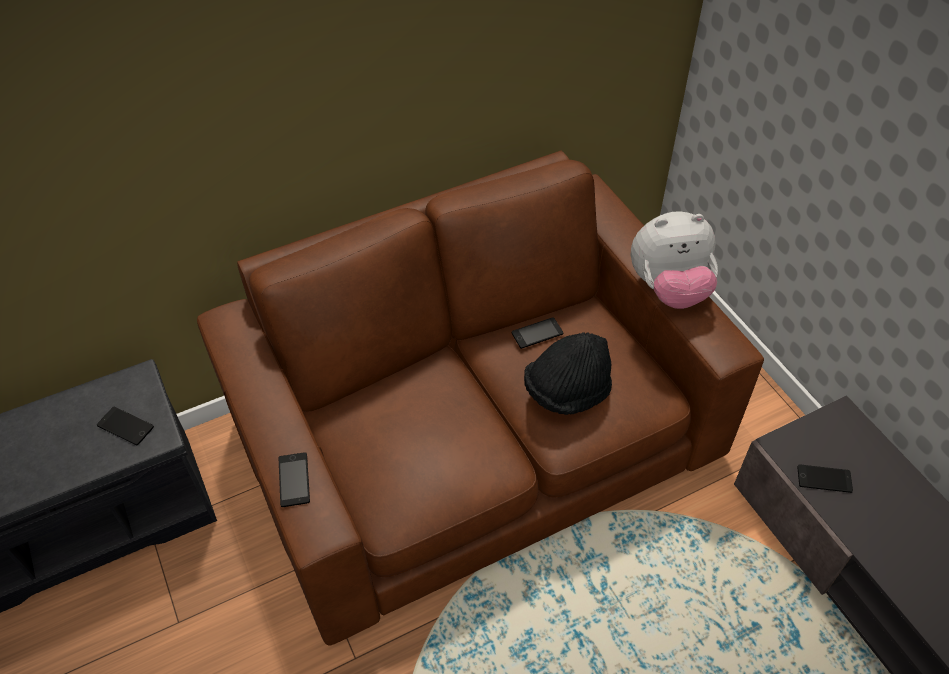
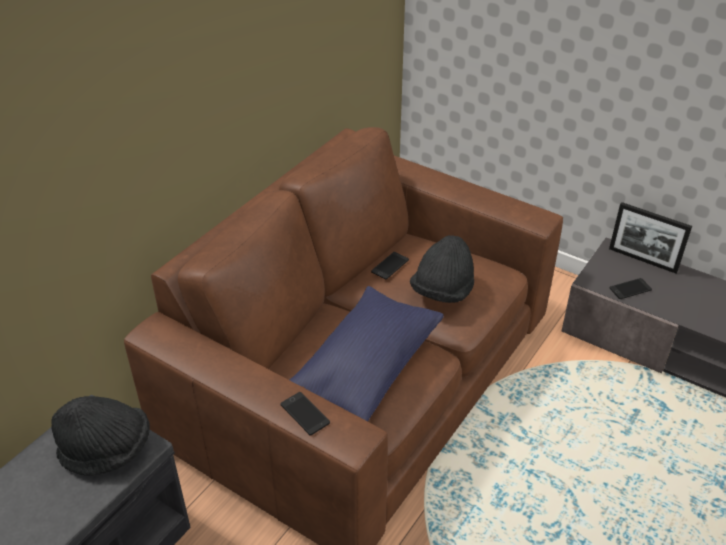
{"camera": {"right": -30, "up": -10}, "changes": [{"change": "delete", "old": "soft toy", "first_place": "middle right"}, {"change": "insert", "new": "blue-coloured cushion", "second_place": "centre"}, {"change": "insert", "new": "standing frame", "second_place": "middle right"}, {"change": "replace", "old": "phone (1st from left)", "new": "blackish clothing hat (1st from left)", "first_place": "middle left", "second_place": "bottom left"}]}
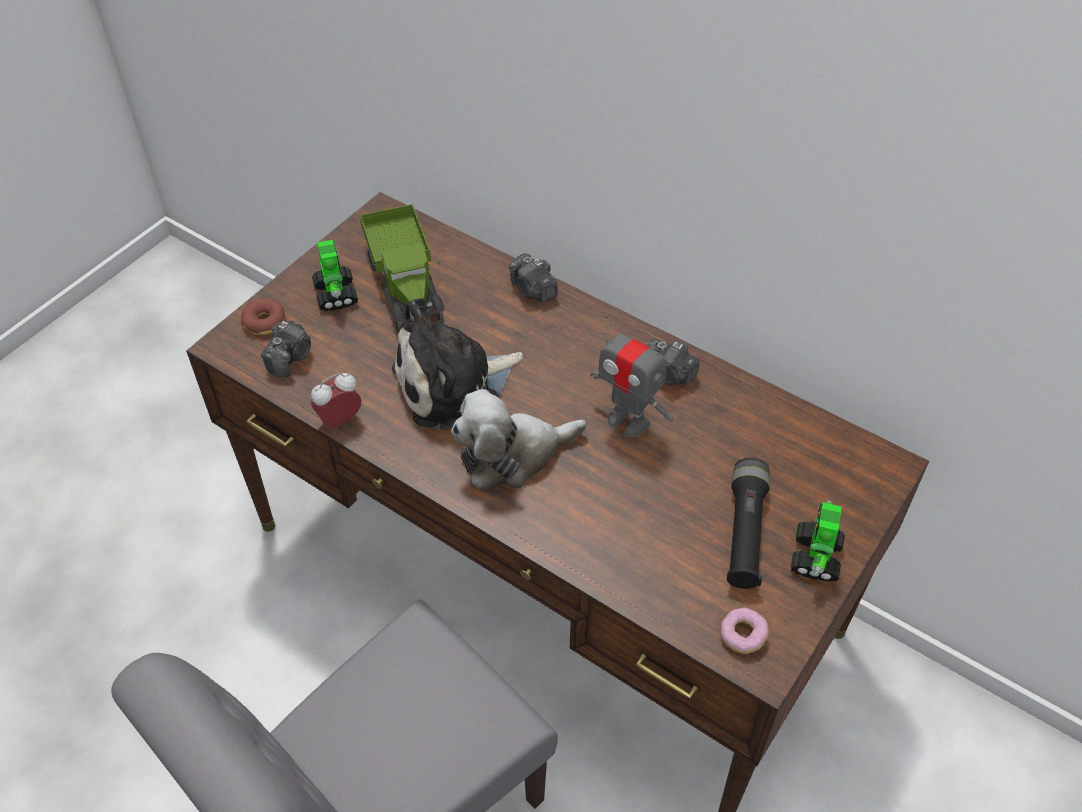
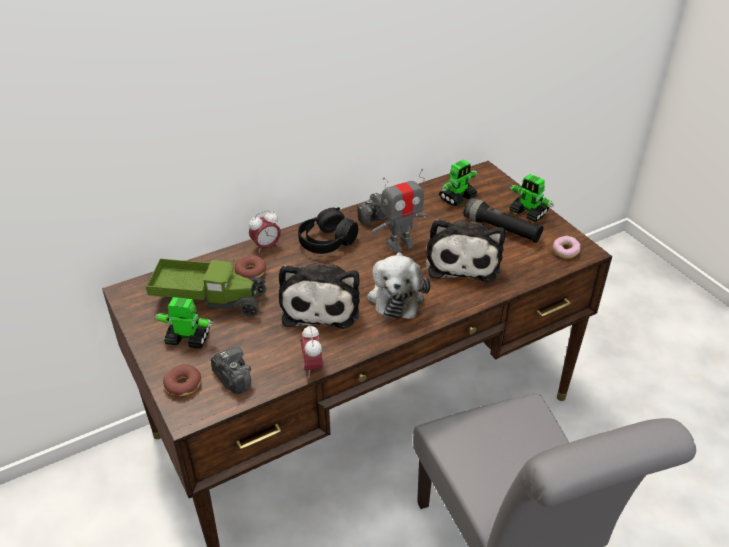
{"camera": {"right": -65, "up": -10}, "changes": [{"change": "insert", "new": "doughnut (2nd from left)", "second_place": "centre"}, {"change": "insert", "new": "blackish headset", "second_place": "centre"}, {"change": "insert", "new": "soft toy (3rd from left)", "second_place": "centre"}, {"change": "insert", "new": "robot figure (3rd from left)", "second_place": "centre"}, {"change": "replace", "old": "still camera (2nd from left)", "new": "bedside clock (1st from left)", "first_place": "centre", "second_place": "centre"}]}
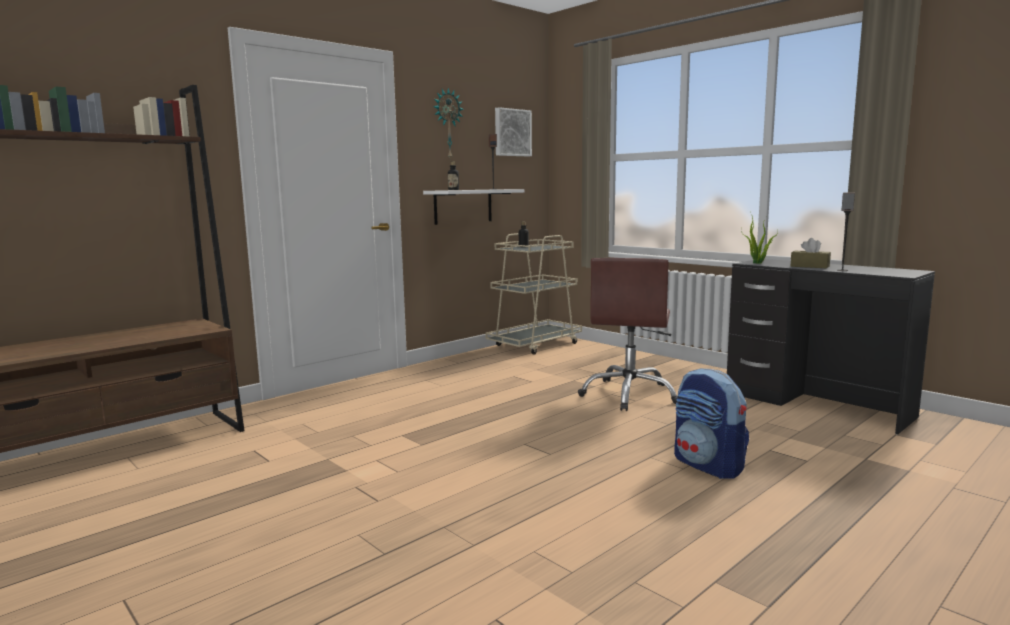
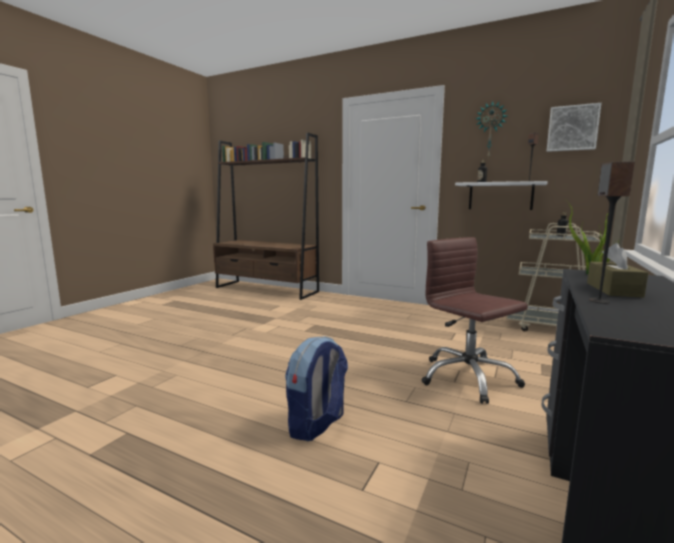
{"camera": {"right": 70, "up": 0}, "changes": [{"change": "rotate", "old": "brownish desk chair", "first_place": "centre", "second_place": "middle right", "degrees": 60}]}
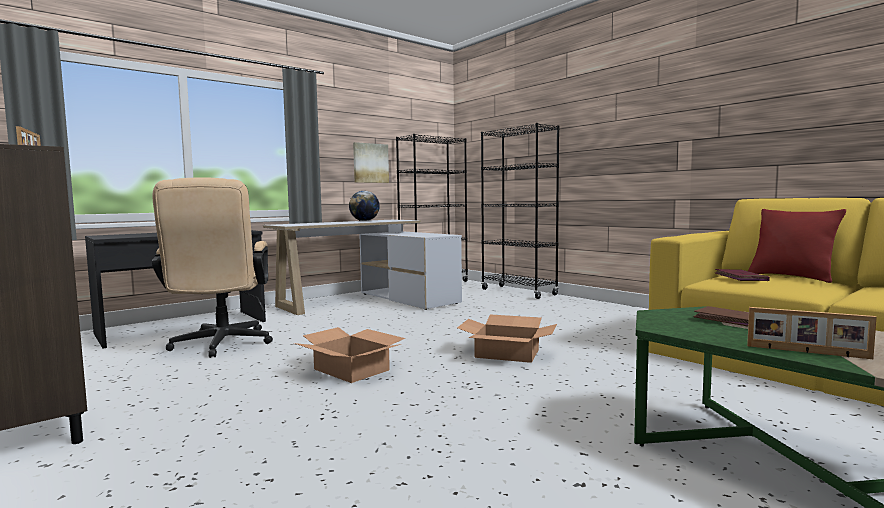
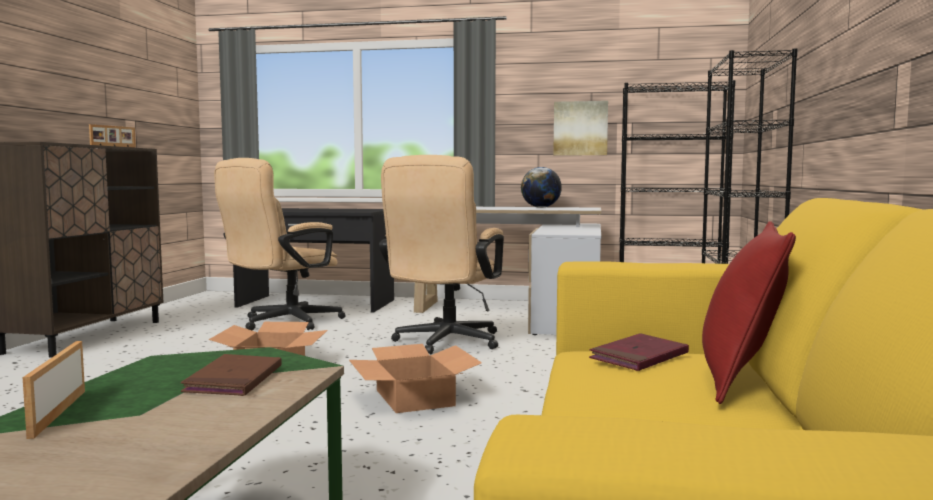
{"camera": {"right": 50, "up": 0}, "changes": [{"change": "insert", "new": "sand-coloured desk chair (2nd from left)", "second_place": "centre"}]}
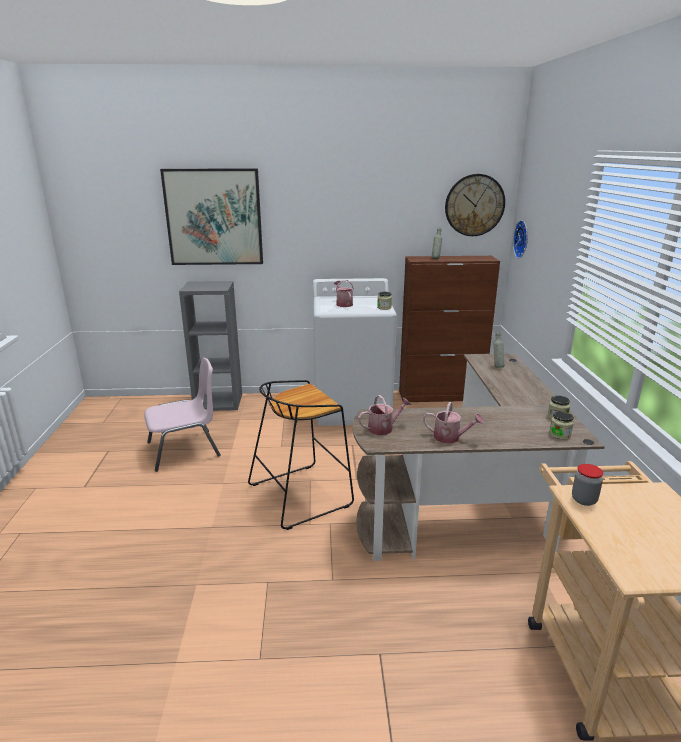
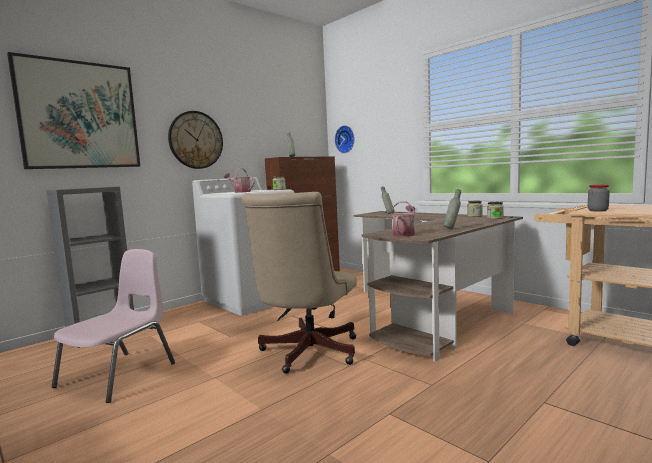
{"camera": {"right": -40, "up": -15}, "changes": [{"change": "move", "old": "hanging clock (1st from left)", "first_place": "top right", "second_place": "top left"}, {"change": "replace", "old": "blackish stool", "new": "sand-coloured desk chair", "first_place": "centre", "second_place": "centre"}, {"change": "replace", "old": "watering pot (3rd from left)", "new": "grey drink bottle (3rd from left)", "first_place": "centre", "second_place": "middle right"}]}
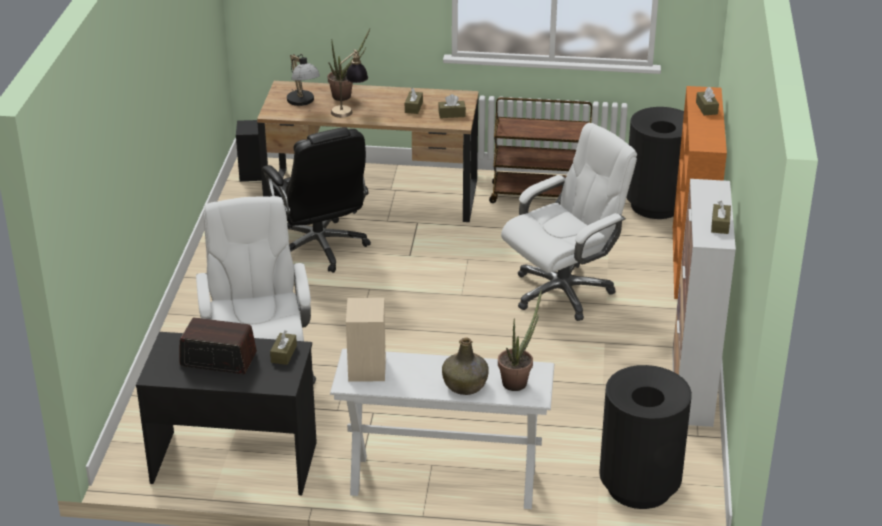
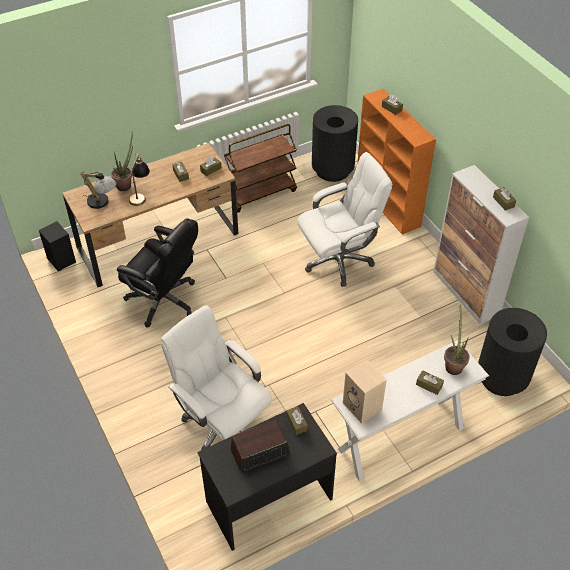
{"camera": {"right": -35, "up": 15}, "changes": [{"change": "replace", "old": "greenish drink bottle", "new": "brownish tissue box (5th from left)", "first_place": "bottom centre", "second_place": "bottom right"}, {"change": "rotate", "old": "whitish desk chair (2nd from left)", "first_place": "centre", "second_place": "centre", "degrees": 45}]}
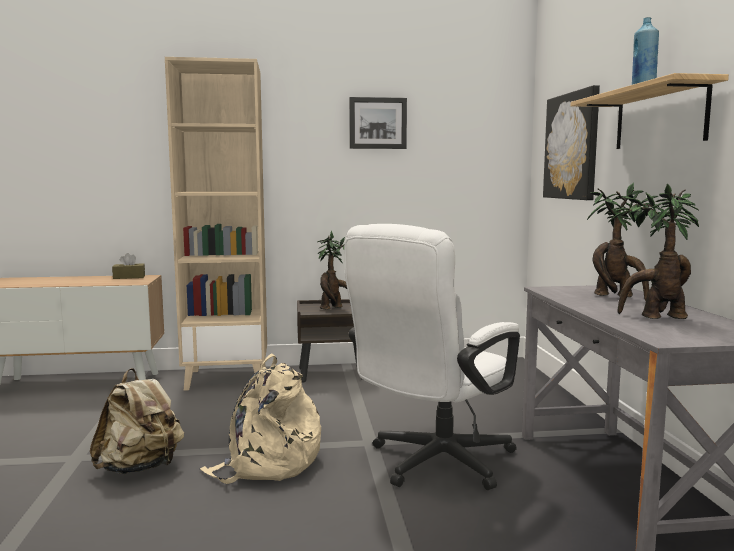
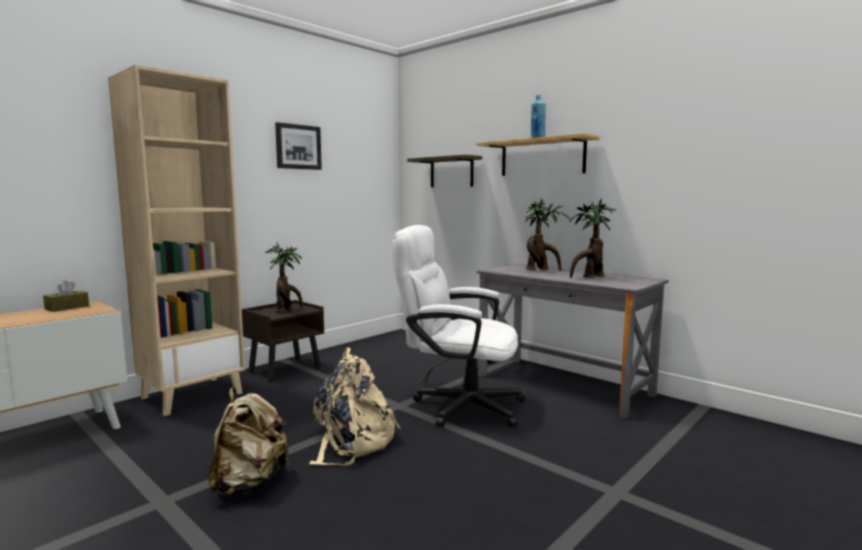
{"camera": {"right": -40, "up": 0}, "changes": [{"change": "replace", "old": "picture (2nd from left)", "new": "shelf (1st from left)", "first_place": "top right", "second_place": "top centre"}, {"change": "rotate", "old": "whitish desk chair", "first_place": "centre", "second_place": "centre", "degrees": 105}]}
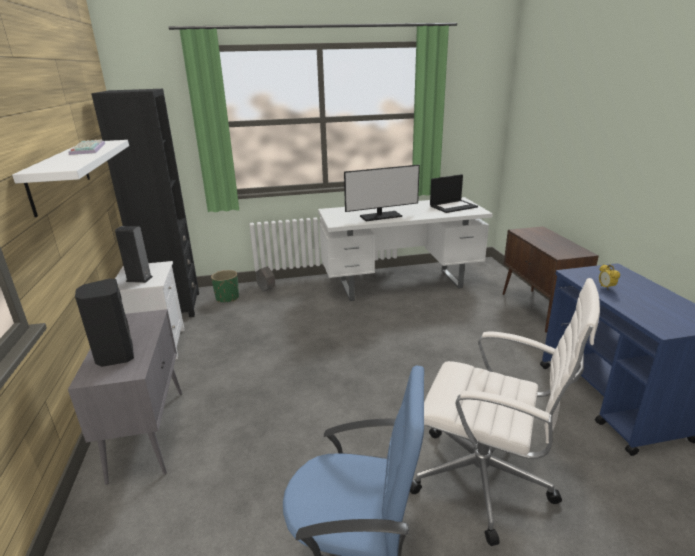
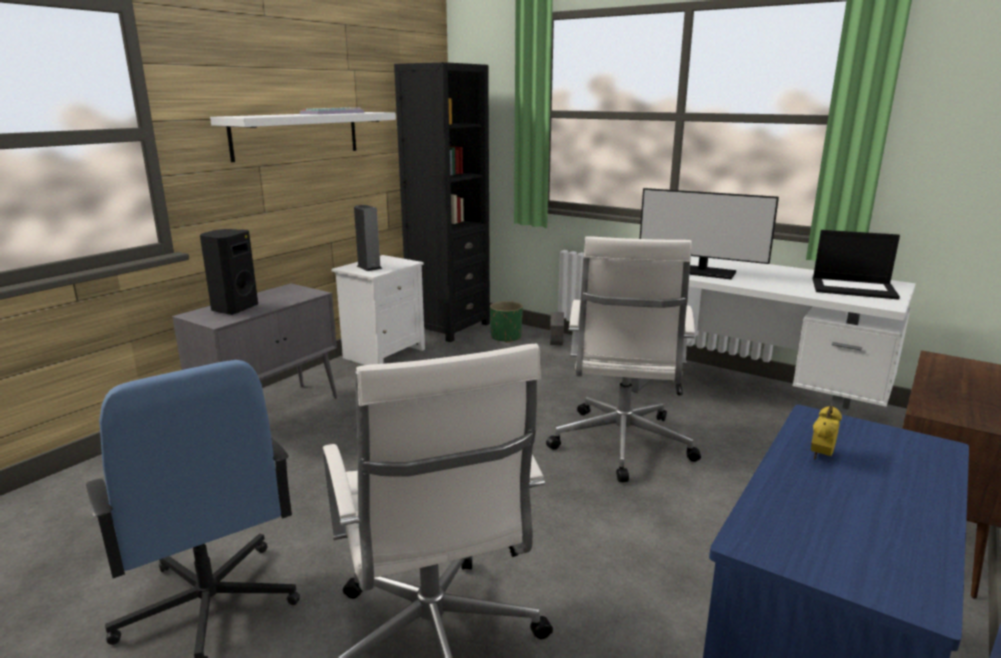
{"camera": {"right": 45, "up": -5}, "changes": [{"change": "insert", "new": "whitish desk chair (2nd from left)", "second_place": "centre"}]}
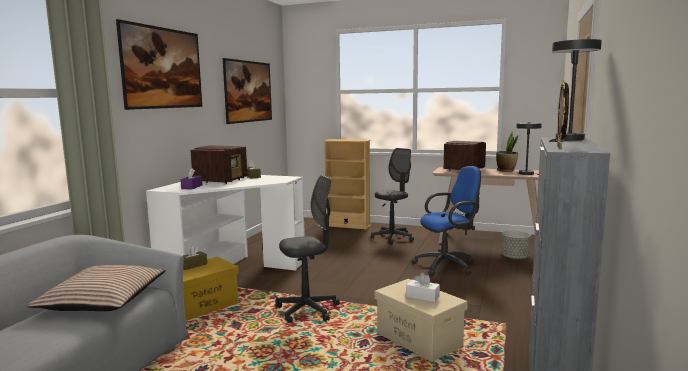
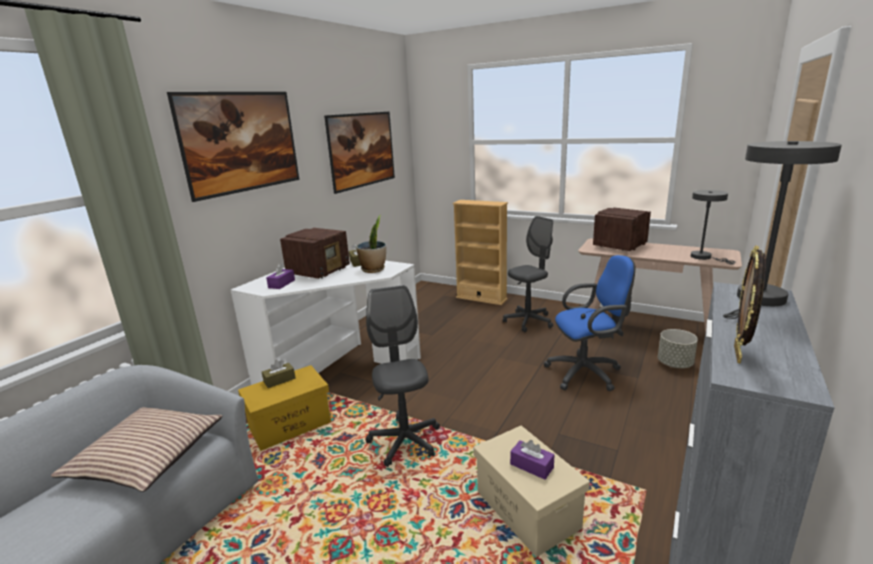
{"camera": {"right": 10, "up": 10}, "changes": [{"change": "move", "old": "potted plant", "first_place": "middle right", "second_place": "centre"}, {"change": "recolor", "old": "whitish tissue box", "new": "purple tissue box (2nd from left)", "first_place": "bottom centre", "second_place": "bottom centre"}, {"change": "rotate", "old": "grey desk chair (1st from left)", "first_place": "bottom centre", "second_place": "bottom centre", "degrees": -90}]}
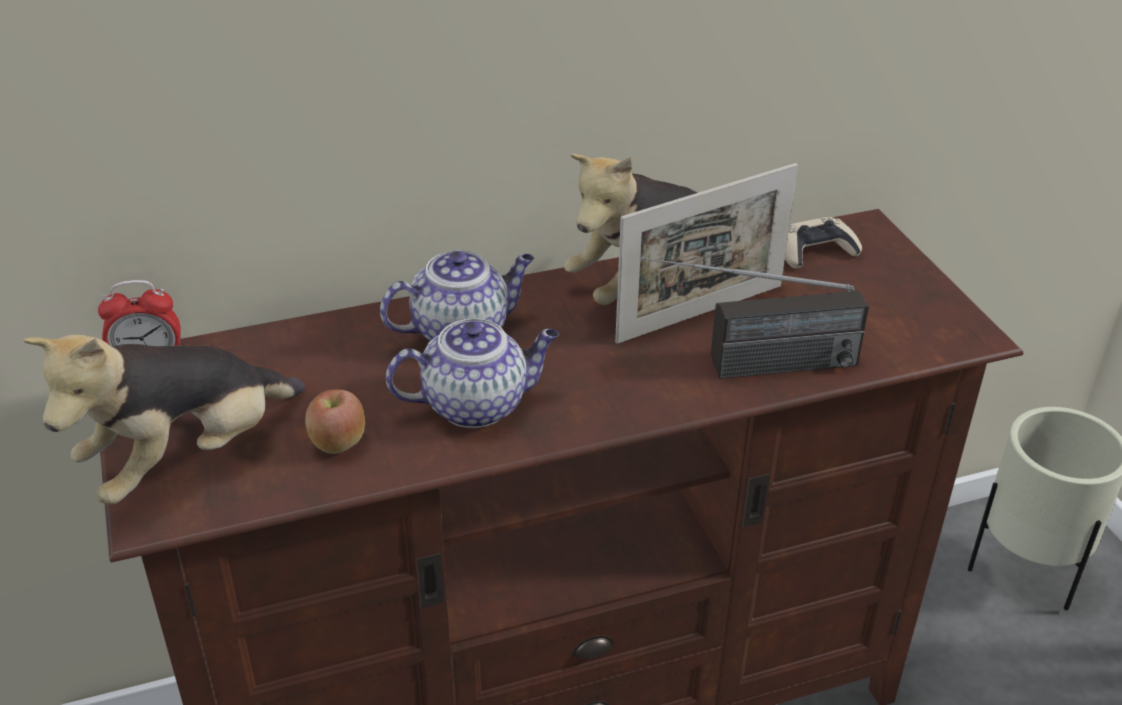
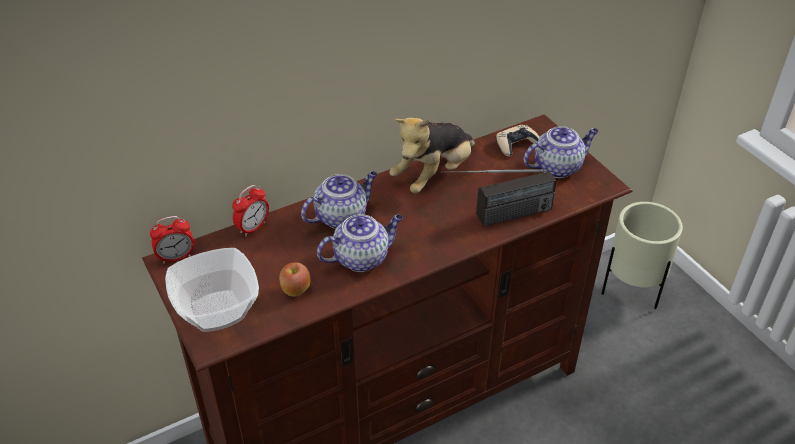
{"camera": {"right": -10, "up": 5}, "changes": [{"change": "delete", "old": "standing frame", "first_place": "centre"}, {"change": "insert", "new": "bedside clock (2nd from left)", "second_place": "middle left"}, {"change": "insert", "new": "pot for tea (3rd from left)", "second_place": "middle right"}, {"change": "replace", "old": "soft toy (1st from left)", "new": "bowl", "first_place": "middle left", "second_place": "middle left"}]}
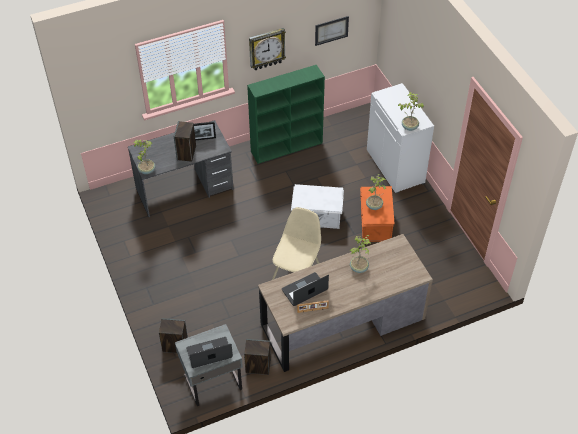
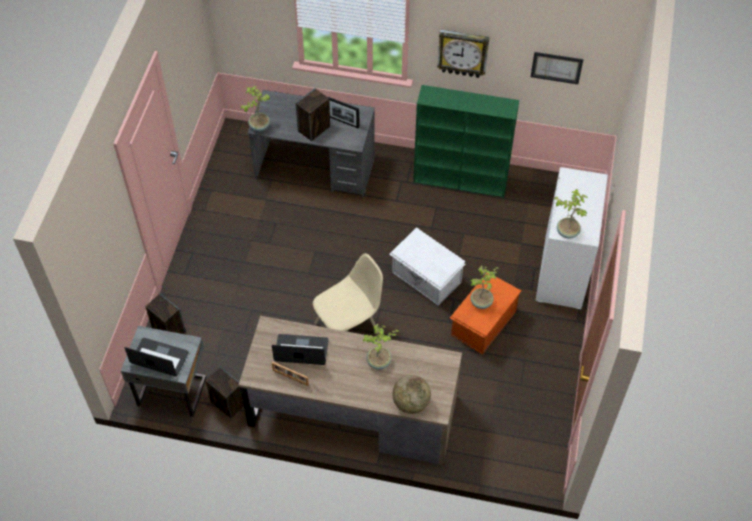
{"camera": {"right": 35, "up": 5}, "changes": [{"change": "insert", "new": "desk globe", "second_place": "bottom centre"}]}
